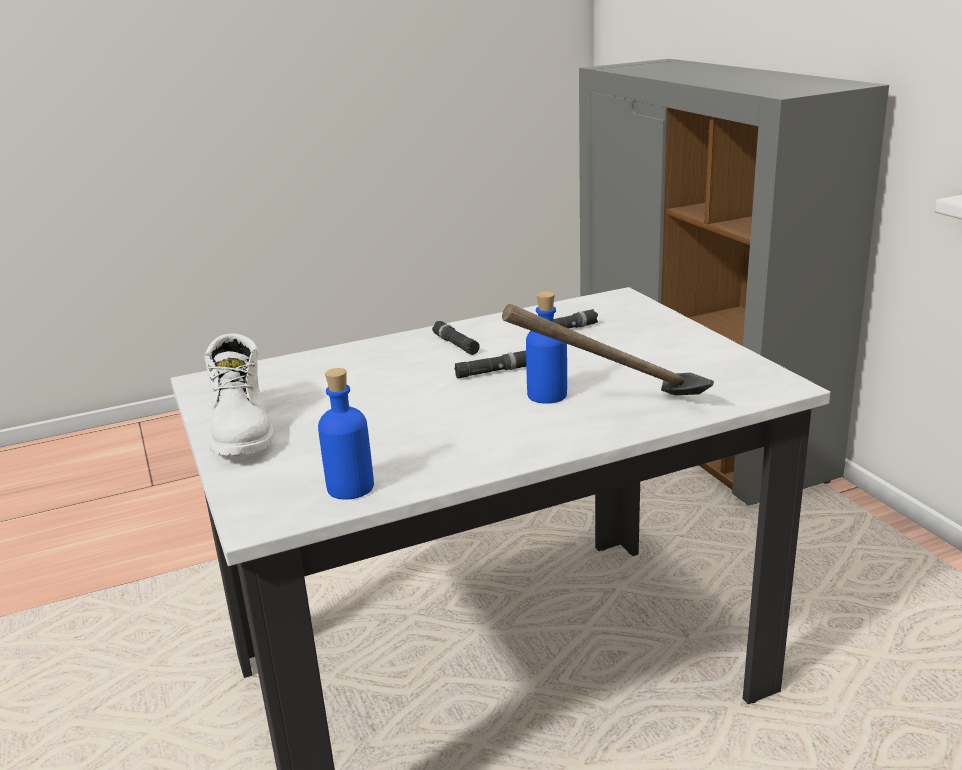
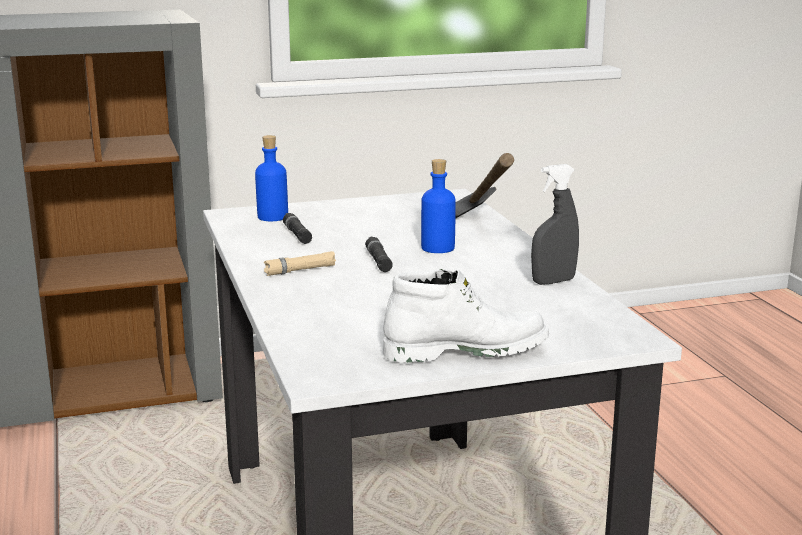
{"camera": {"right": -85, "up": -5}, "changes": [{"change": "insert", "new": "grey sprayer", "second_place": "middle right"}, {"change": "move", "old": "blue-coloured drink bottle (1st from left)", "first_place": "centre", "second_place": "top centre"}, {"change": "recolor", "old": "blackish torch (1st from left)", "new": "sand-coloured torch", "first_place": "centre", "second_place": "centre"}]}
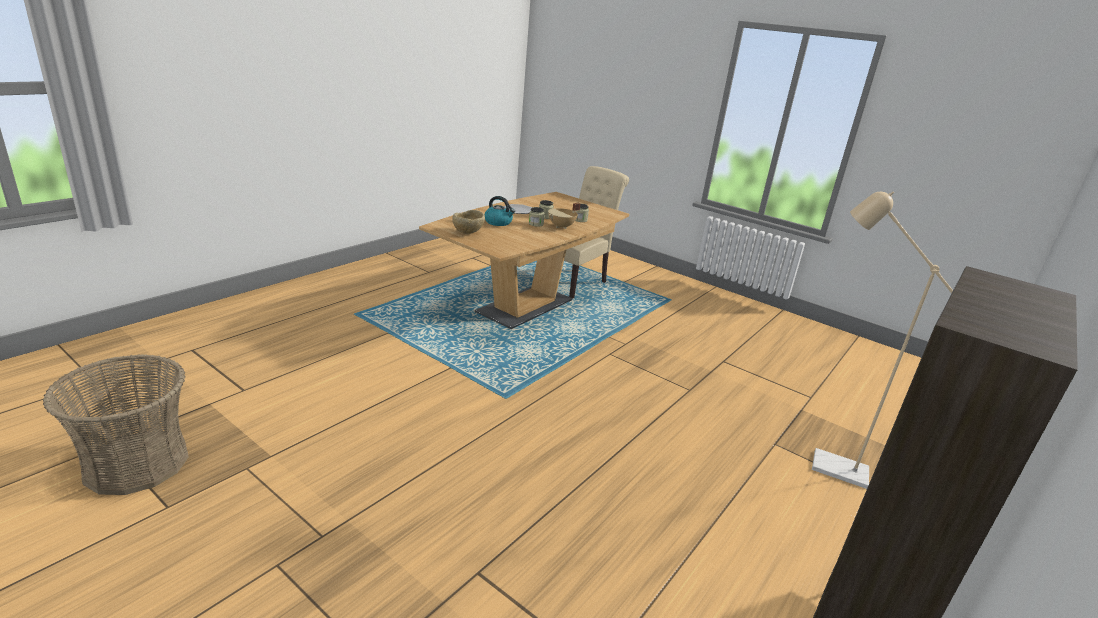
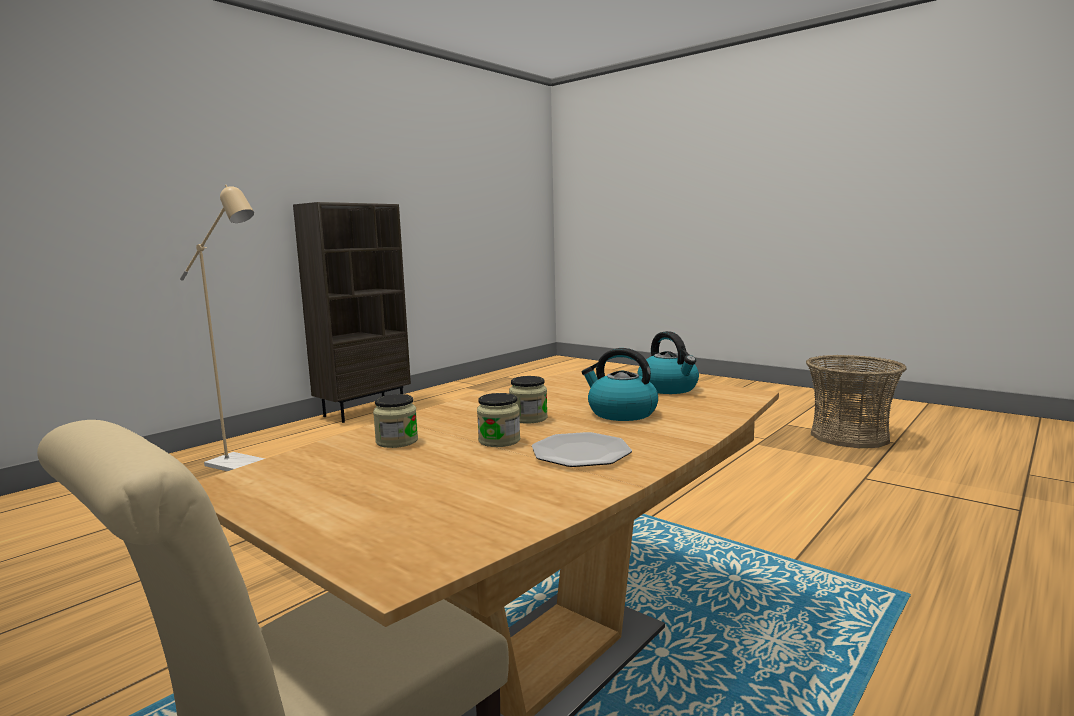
{"camera": {"right": -175, "up": -15}, "changes": [{"change": "delete", "old": "sand-coloured saucepot", "first_place": "centre"}, {"change": "replace", "old": "sand-coloured bowl", "new": "water kettle (2nd from left)", "first_place": "centre", "second_place": "centre"}]}
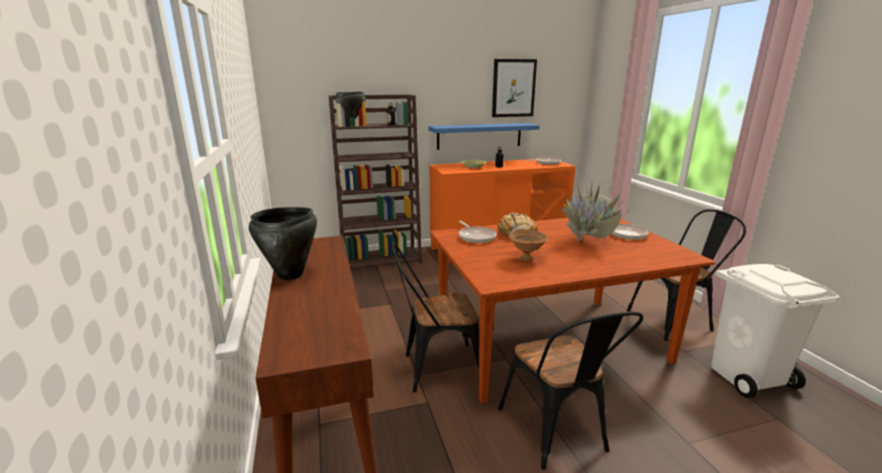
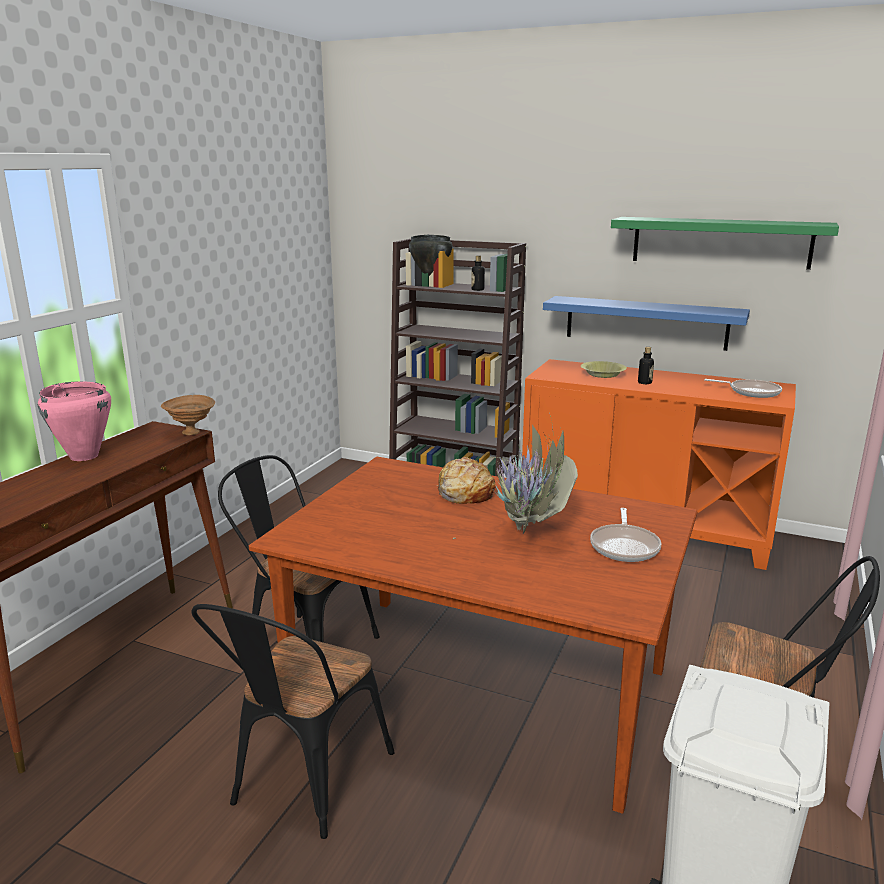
{"camera": {"right": 40, "up": 0}, "changes": [{"change": "delete", "old": "frying pan (1st from left)", "first_place": "centre"}, {"change": "move", "old": "brownish bowl", "first_place": "centre", "second_place": "middle left"}, {"change": "replace", "old": "picture", "new": "greenish shelf", "first_place": "top centre", "second_place": "top right"}, {"change": "recolor", "old": "blackish saucepot (1st from left)", "new": "pinkish saucepot", "first_place": "middle left", "second_place": "middle left"}]}
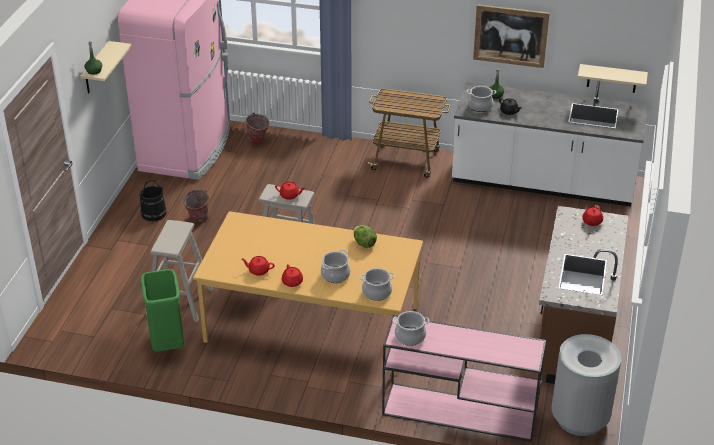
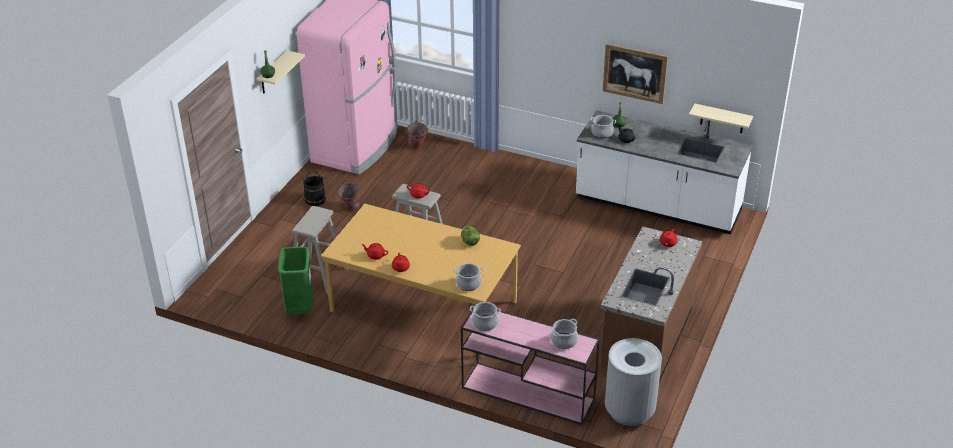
{"camera": {"right": 10, "up": 0}, "changes": [{"change": "delete", "old": "wheeled cart", "first_place": "top centre"}, {"change": "move", "old": "saucepot (1st from left in the first image)", "new": "saucepot (3rd from left)", "first_place": "centre", "second_place": "bottom centre"}]}
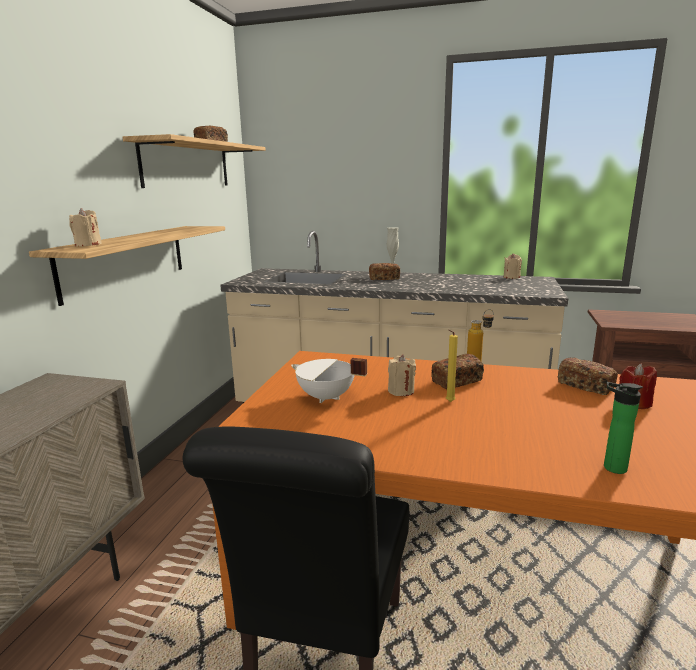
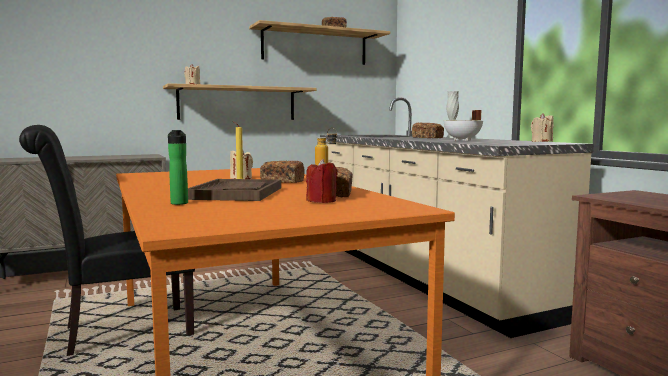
{"camera": {"right": 50, "up": -10}, "changes": [{"change": "insert", "new": "brownish tray", "second_place": "centre"}, {"change": "move", "old": "whitish saucepot", "first_place": "centre", "second_place": "top right"}]}
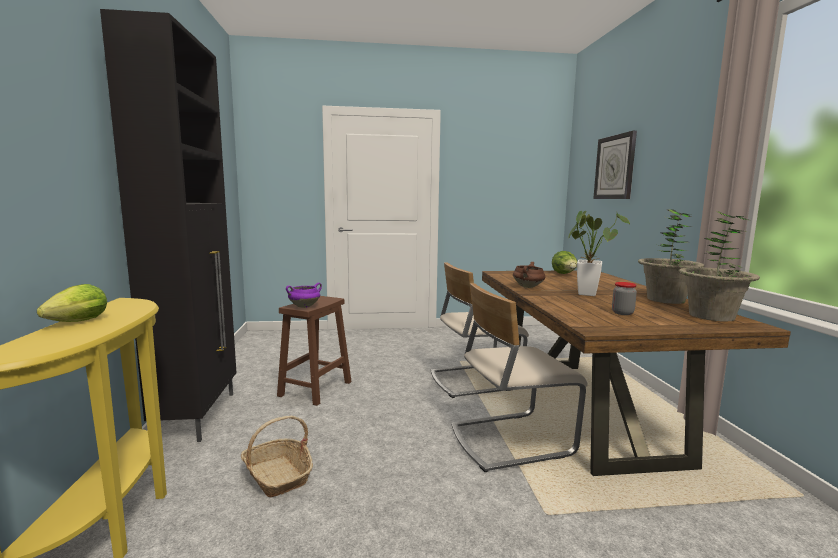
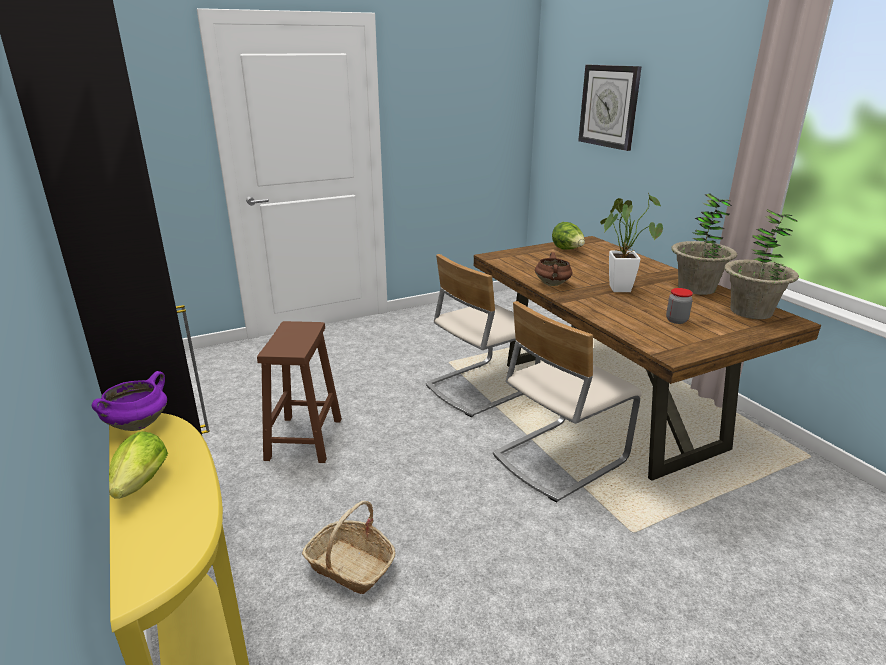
{"camera": {"right": -20, "up": 15}, "changes": [{"change": "move", "old": "purple saucepot", "first_place": "centre", "second_place": "middle left"}]}
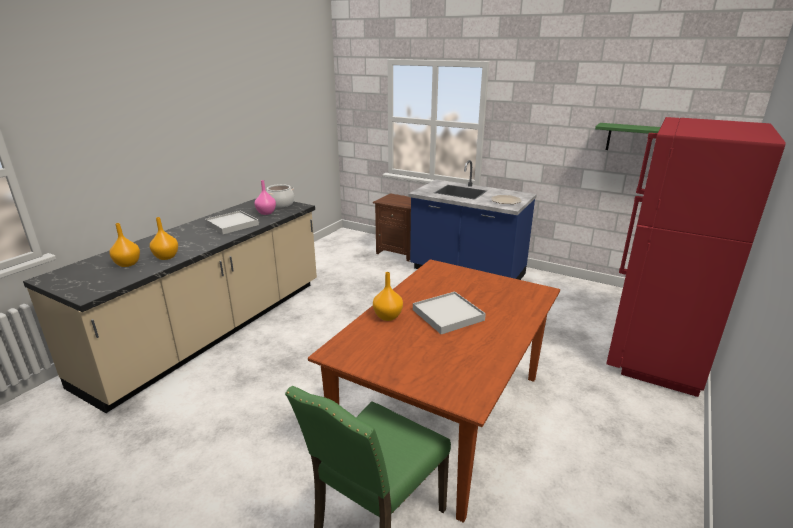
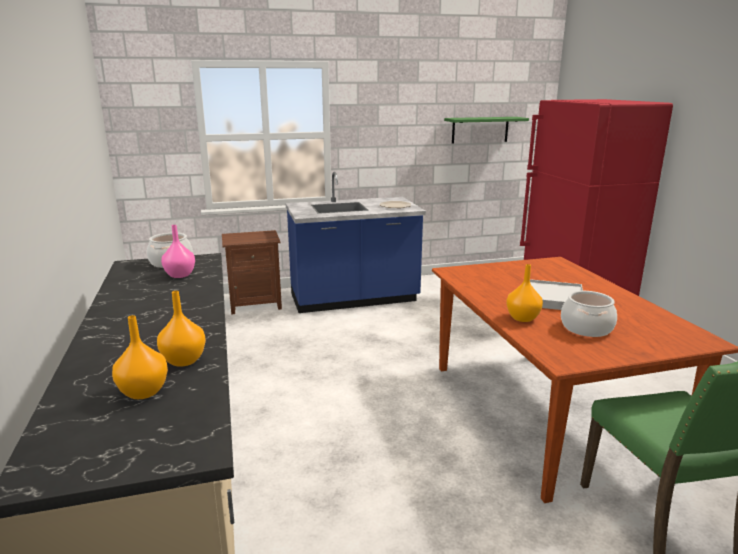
{"camera": {"right": -45, "up": -5}, "changes": [{"change": "delete", "old": "whitish tray (1st from left)", "first_place": "middle left"}, {"change": "insert", "new": "saucepot (2nd from left)", "second_place": "middle right"}]}
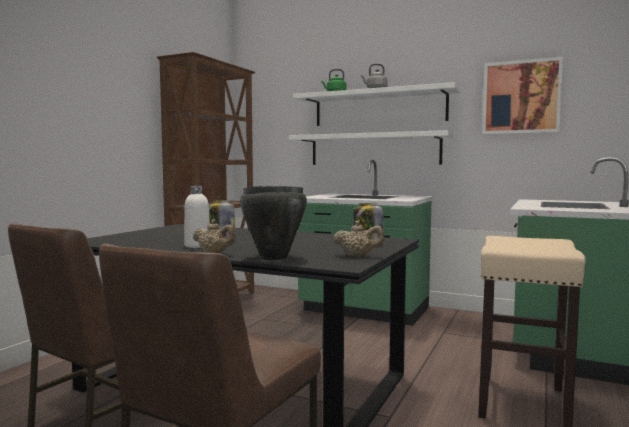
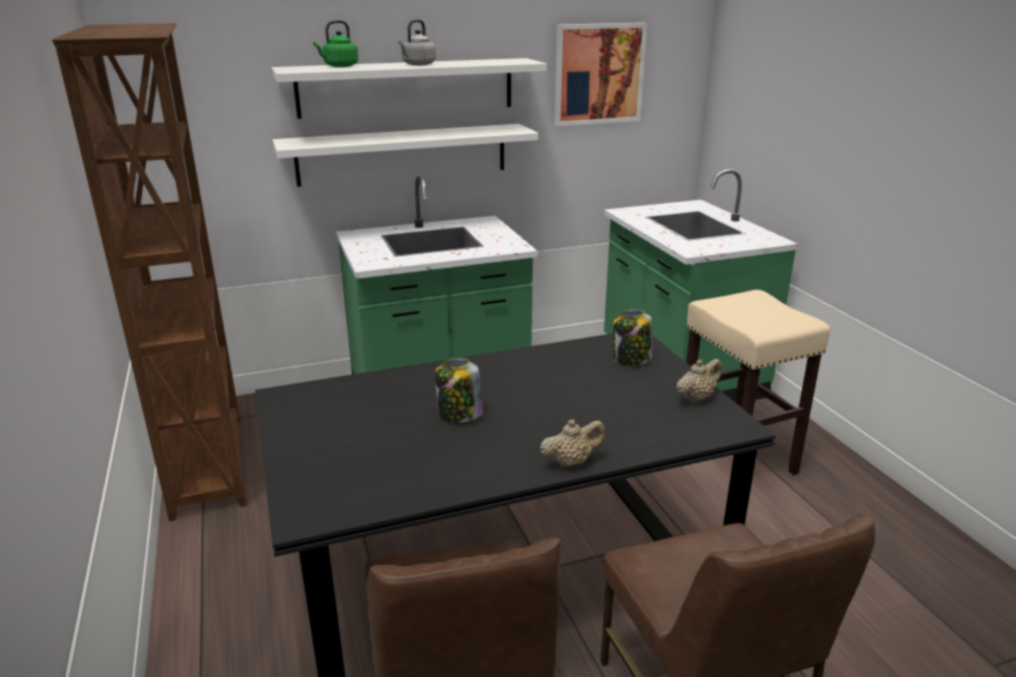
{"camera": {"right": -45, "up": 20}, "changes": [{"change": "delete", "old": "whitish drink bottle", "first_place": "middle left"}, {"change": "delete", "old": "blackish saucepot", "first_place": "centre"}]}
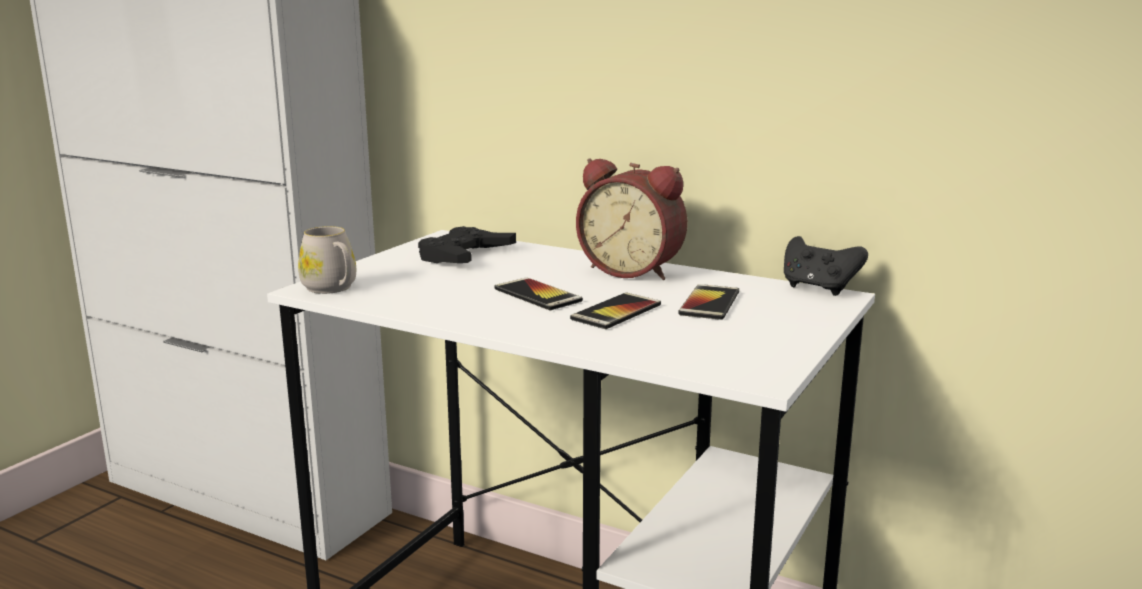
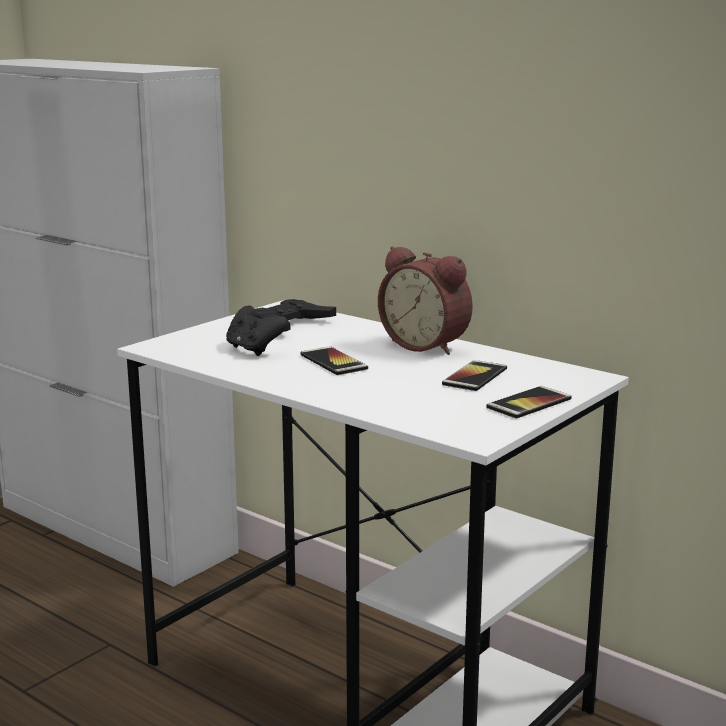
{"camera": {"right": 10, "up": 0}, "changes": [{"change": "delete", "old": "whitish coffee mug", "first_place": "middle left"}, {"change": "move", "old": "phone (2nd from left in the first image)", "new": "phone (3rd from left)", "first_place": "centre", "second_place": "middle right"}, {"change": "move", "old": "blackish game controller (2nd from left in the first image)", "new": "blackish game controller (1st from left)", "first_place": "middle right", "second_place": "centre"}]}
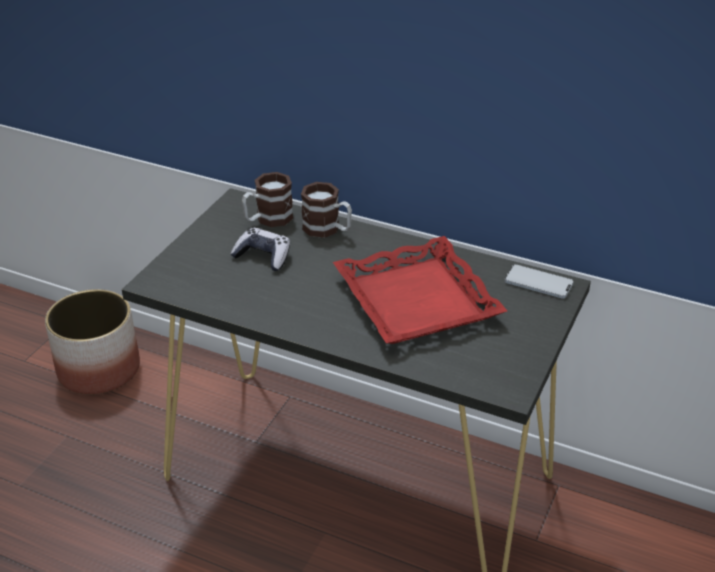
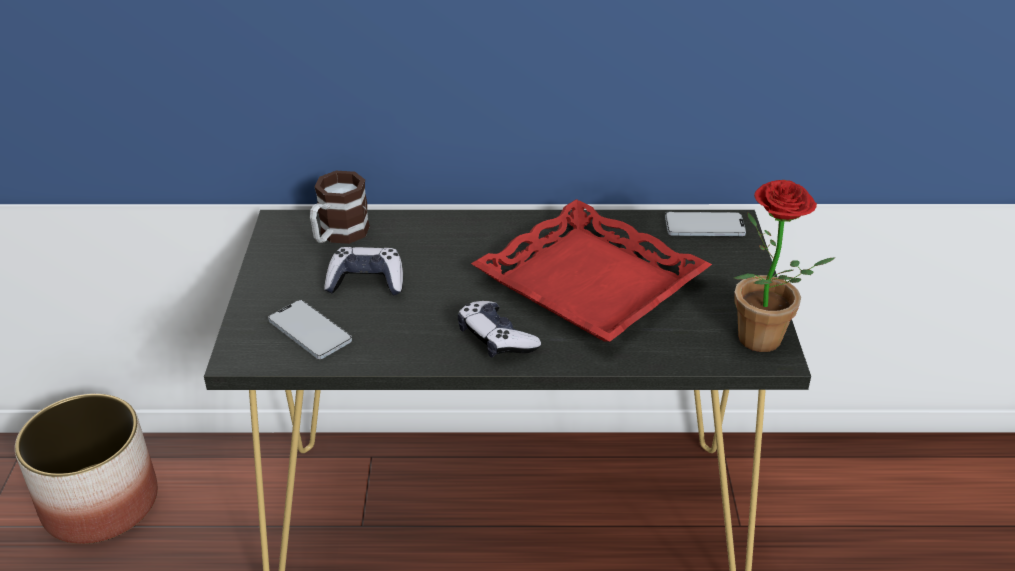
{"camera": {"right": -25, "up": 0}, "changes": [{"change": "delete", "old": "coffee mug (2nd from left)", "first_place": "centre"}, {"change": "insert", "new": "phone (1st from left)", "second_place": "middle left"}, {"change": "insert", "new": "game controller (2nd from left)", "second_place": "centre"}, {"change": "insert", "new": "potted plant", "second_place": "middle right"}]}
